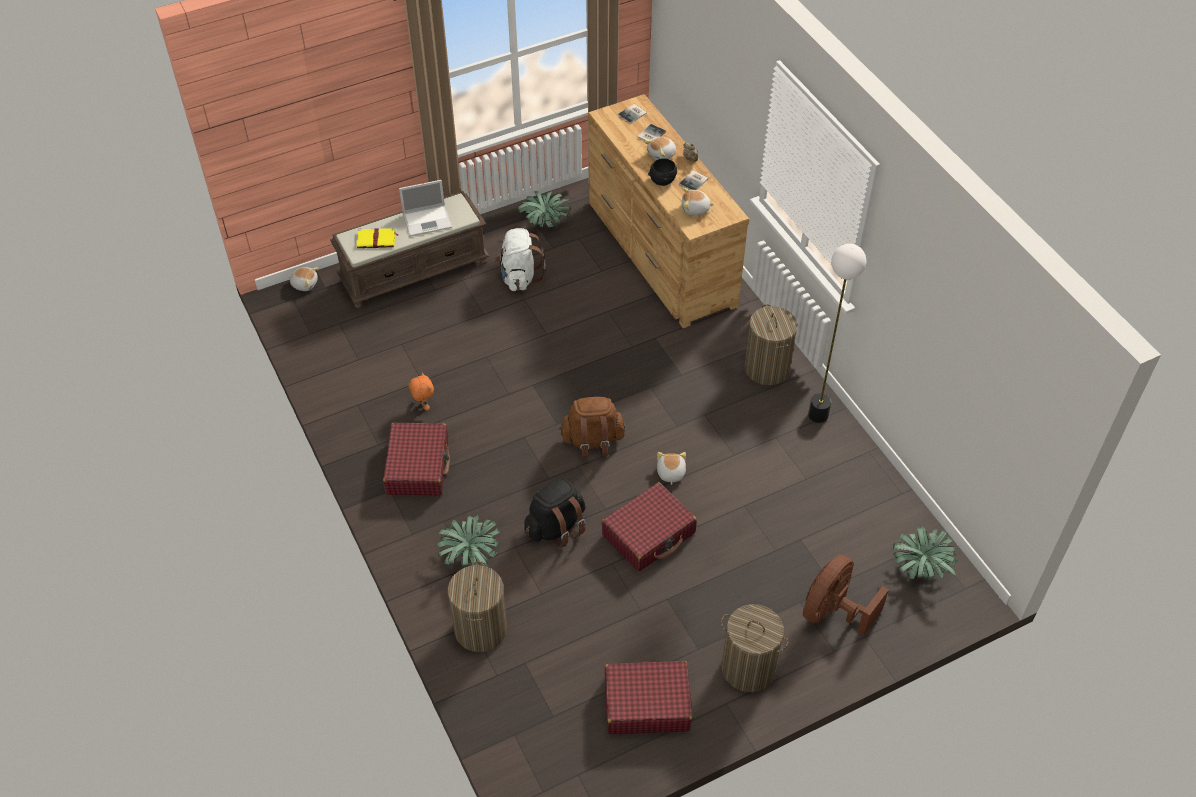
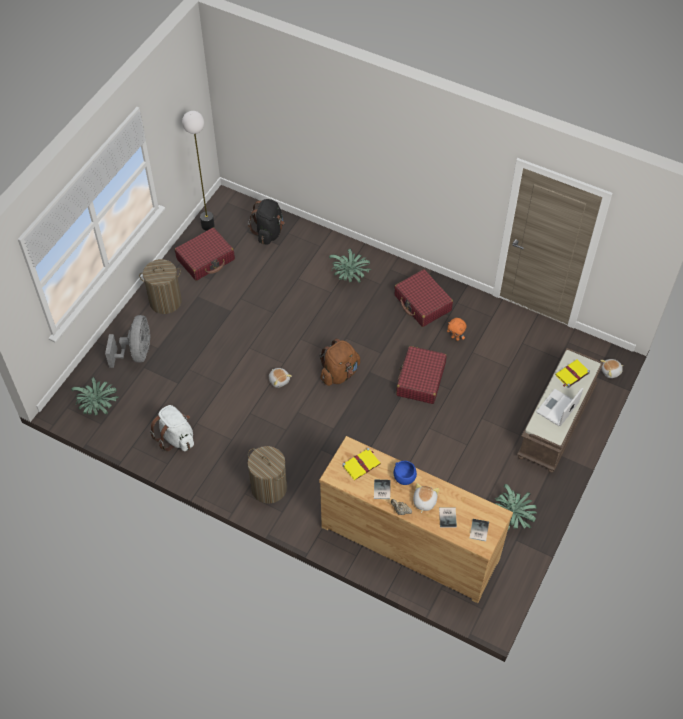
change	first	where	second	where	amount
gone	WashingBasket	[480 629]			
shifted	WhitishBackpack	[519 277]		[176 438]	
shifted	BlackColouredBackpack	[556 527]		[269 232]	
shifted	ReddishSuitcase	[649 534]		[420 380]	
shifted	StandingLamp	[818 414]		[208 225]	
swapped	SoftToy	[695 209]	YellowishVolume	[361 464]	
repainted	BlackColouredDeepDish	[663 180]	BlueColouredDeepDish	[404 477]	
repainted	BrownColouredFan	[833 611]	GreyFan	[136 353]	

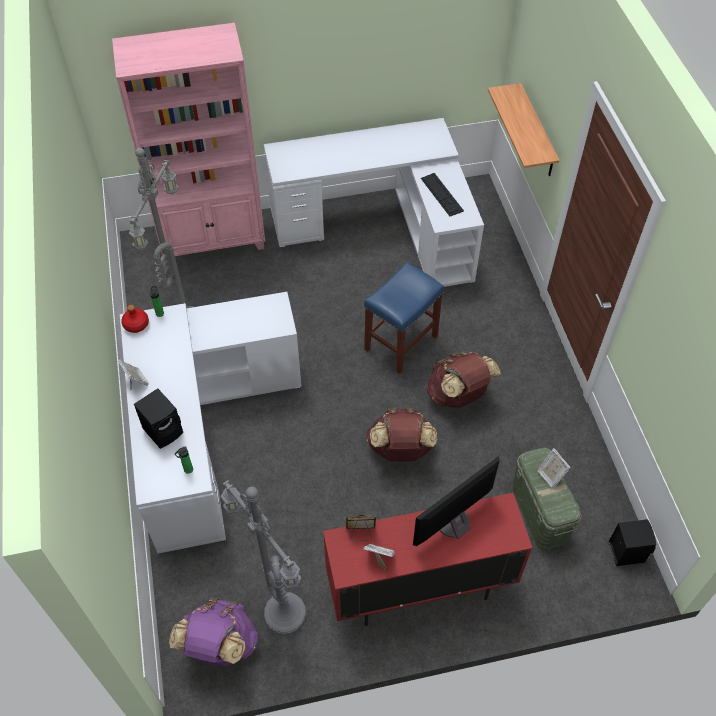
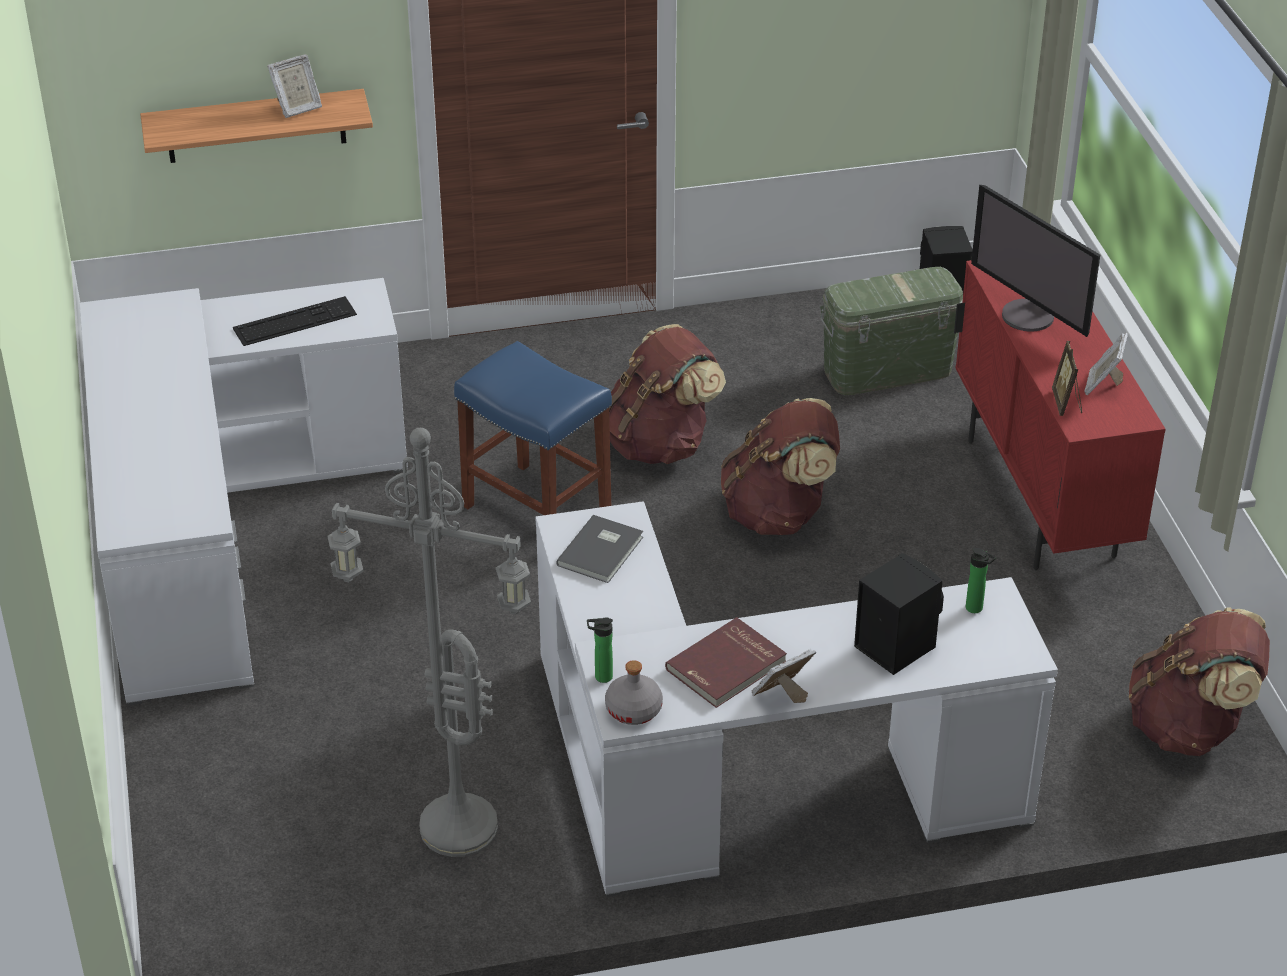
change	first	where	second	where	amount
gone	PinkBookcase	[213 240]			
gone	GreyStandingLamp	[281 614]			
new			GreyVolume	[603 551]	
new			ReddishVolume	[727 667]	
shifted	PhotoFrame	[550 475]		[297 108]	
repainted	ReddishDrinkBottle	[136 325]	GreyDrinkBottle	[634 709]	
repainted	PurpleColouredBackpack	[219 645]	BrownColouredBackpack	[1189 728]	

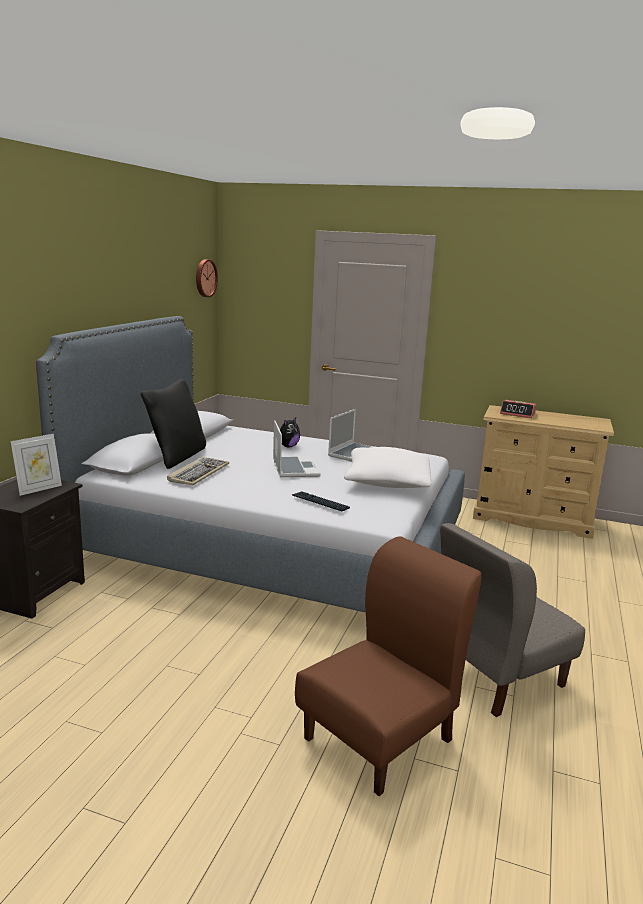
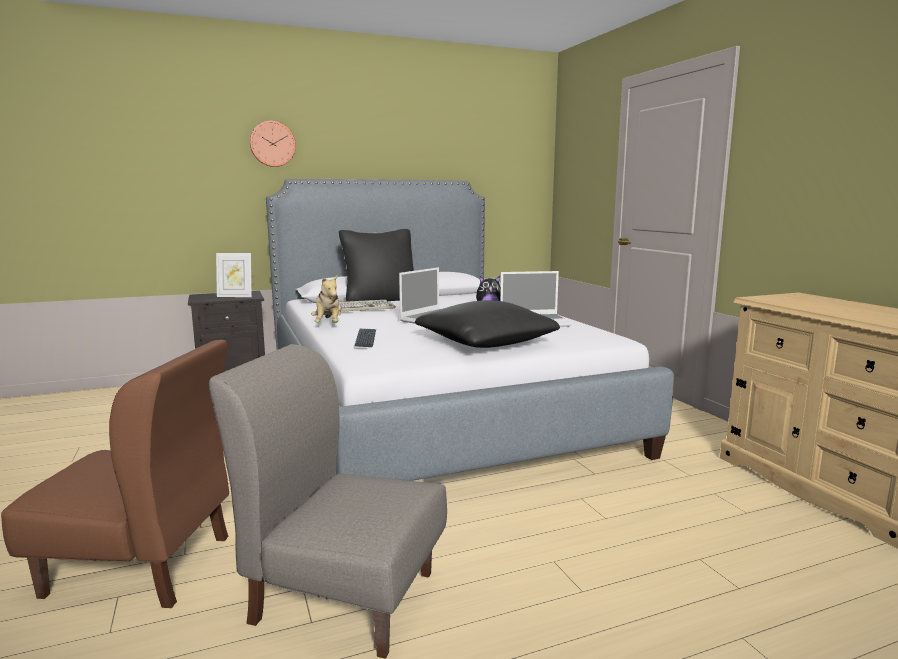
change	first	where	second	where	amount
gone	BedsideClock	[517 414]			
new			SoftToy	[328 325]	
shifted	HangingClock	[205 278]		[272 144]	
repainted	WhitishPillow	[387 482]	BlackColouredPillow	[485 343]	

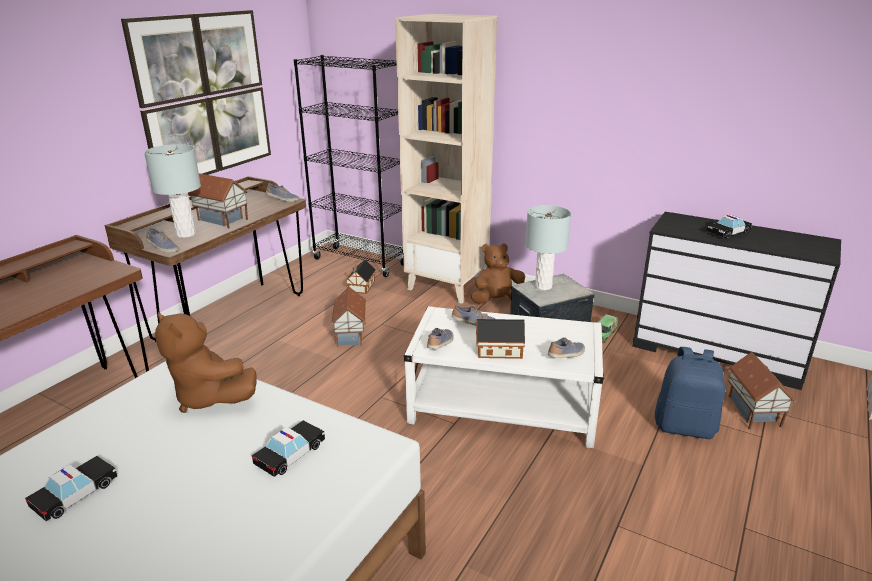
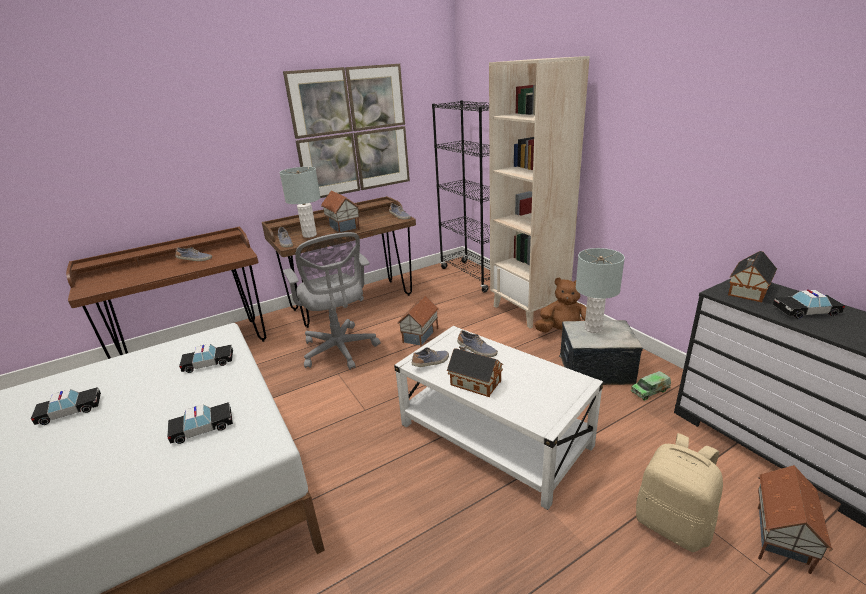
change	first	where	second	where	amount
new			GreyComputerChair	[340 351]	
shifted	MiniatureHouse	[361 287]		[747 291]	
shifted	Shoe	[566 355]		[194 260]	
swapped	BrownColouredSoftToy	[209 397]	ToyCar	[208 363]	
repainted	BlueColouredBackpack	[685 426]	BeigeBackpack	[672 524]	

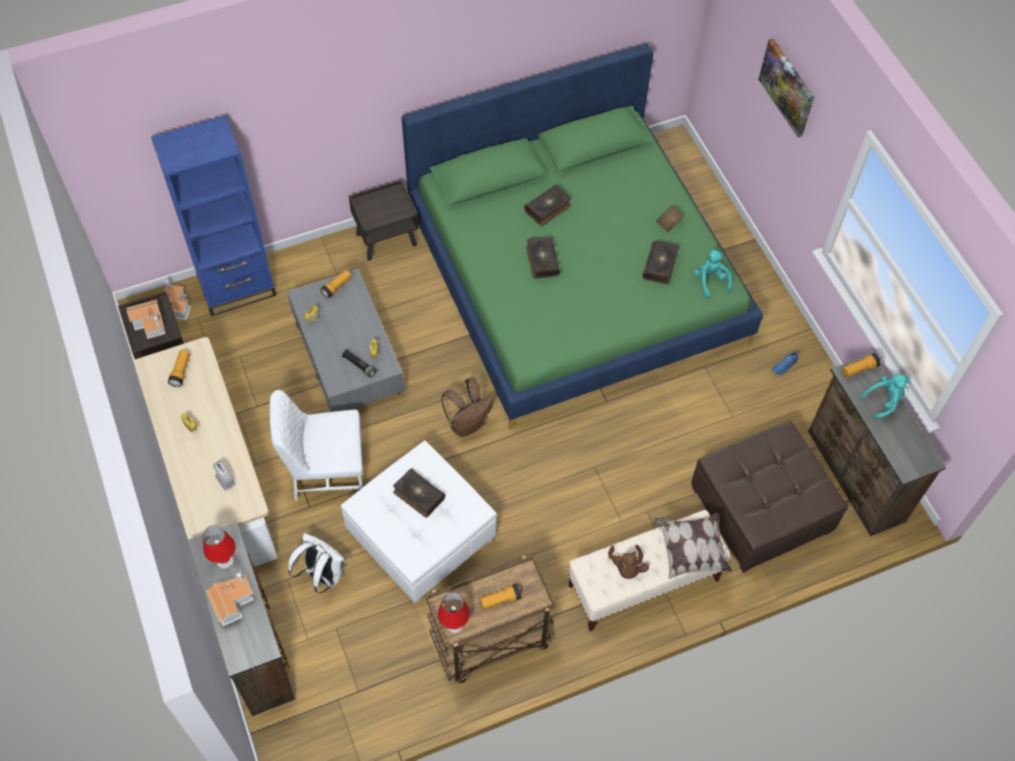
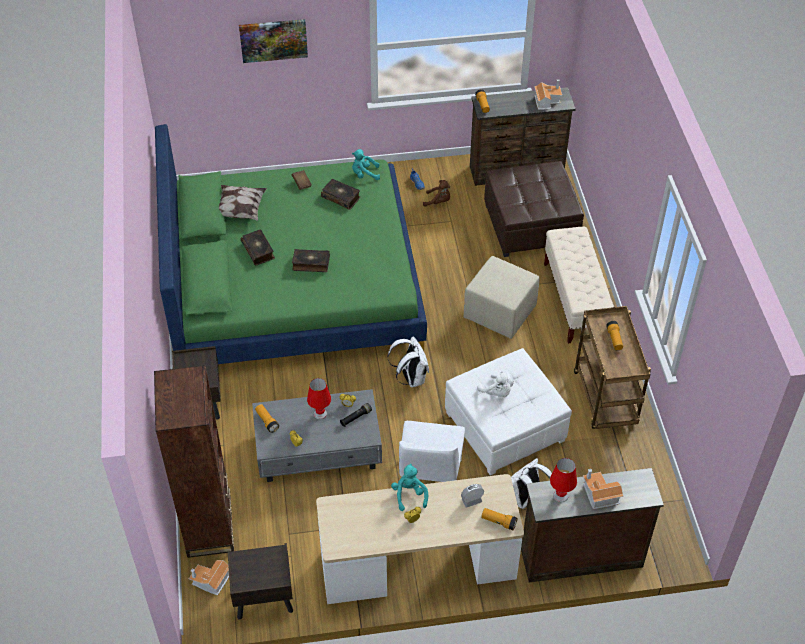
change	first	where	second	where	amount
new			BeigePouffe	[500 313]	
shifted	MiniatureHouse	[151 323]		[546 100]	
shifted	HandTorch	[181 372]		[498 522]	
shifted	ReddishTabletopLamp	[454 625]		[320 413]	
shifted	BrownColouredSoftToy	[627 567]		[438 201]	
shifted	Pillow	[690 550]		[239 210]	
shifted	TurquoiseSoftToy	[884 401]		[409 495]	
swapped	Volume	[418 495]	WhitishSoftToy	[497 392]	
repainted	BlueColouredBookcase	[237 288]	BrownColouredBookcase	[209 526]	
repainted	BrownColouredBackpack	[468 424]	WhitishBackpack	[411 378]	

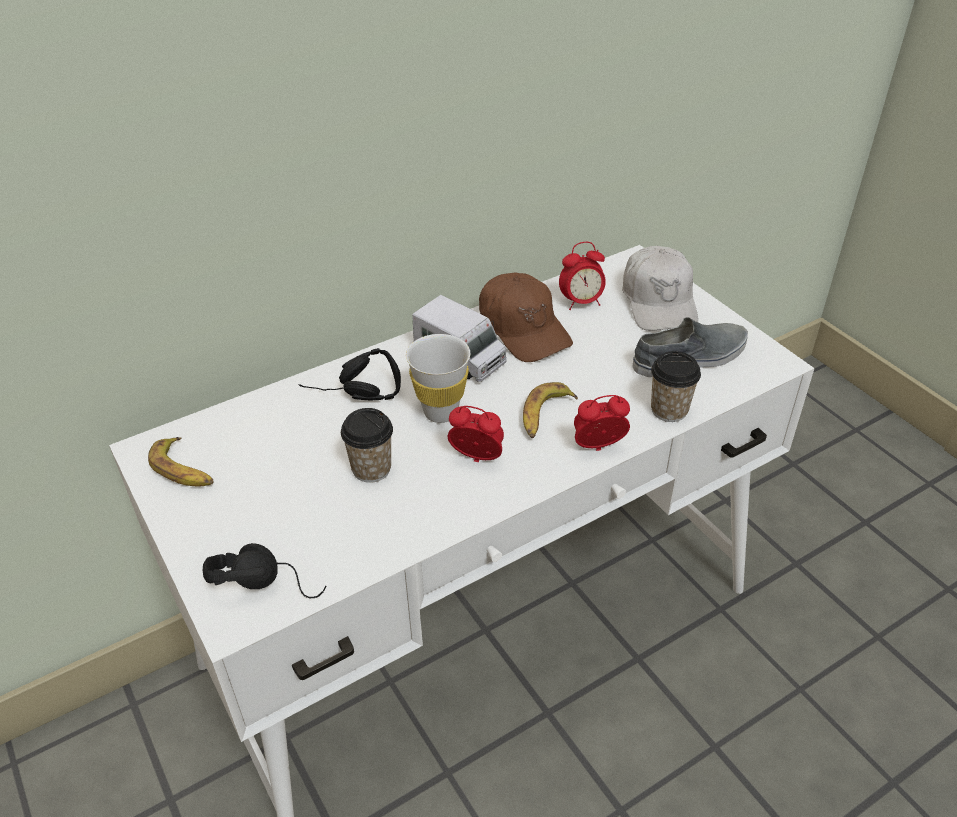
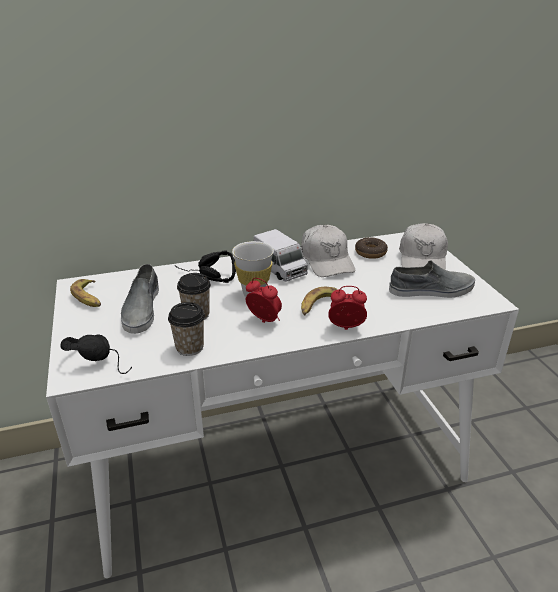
change	first	where	second	where	amount
new			GreyShoe	[141 309]	
shifted	Cup	[669 410]		[189 347]	
swapped	BedsideClock	[581 302]	RingDoughnut	[370 252]	
repainted	BrownColouredPeakedCap	[523 329]	WhitishPeakedCap	[327 260]	

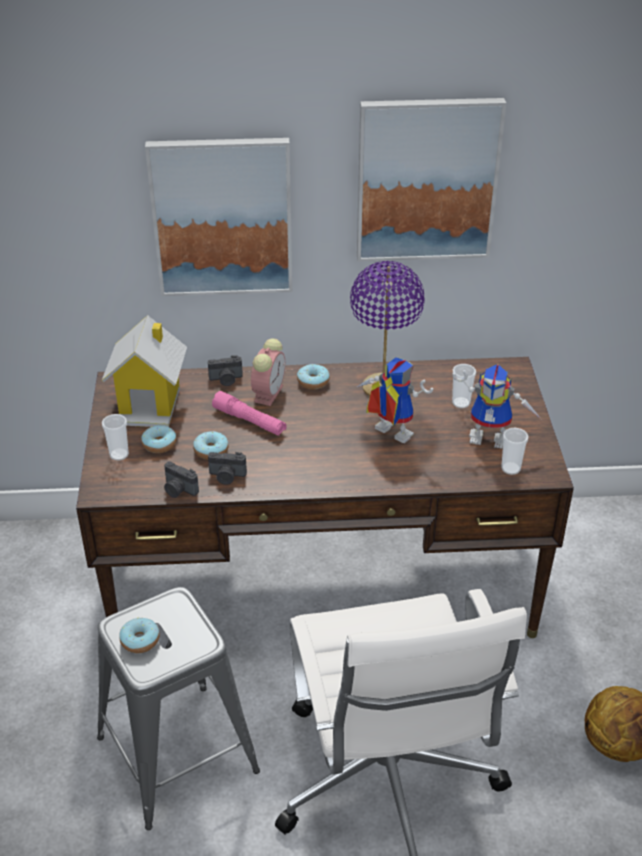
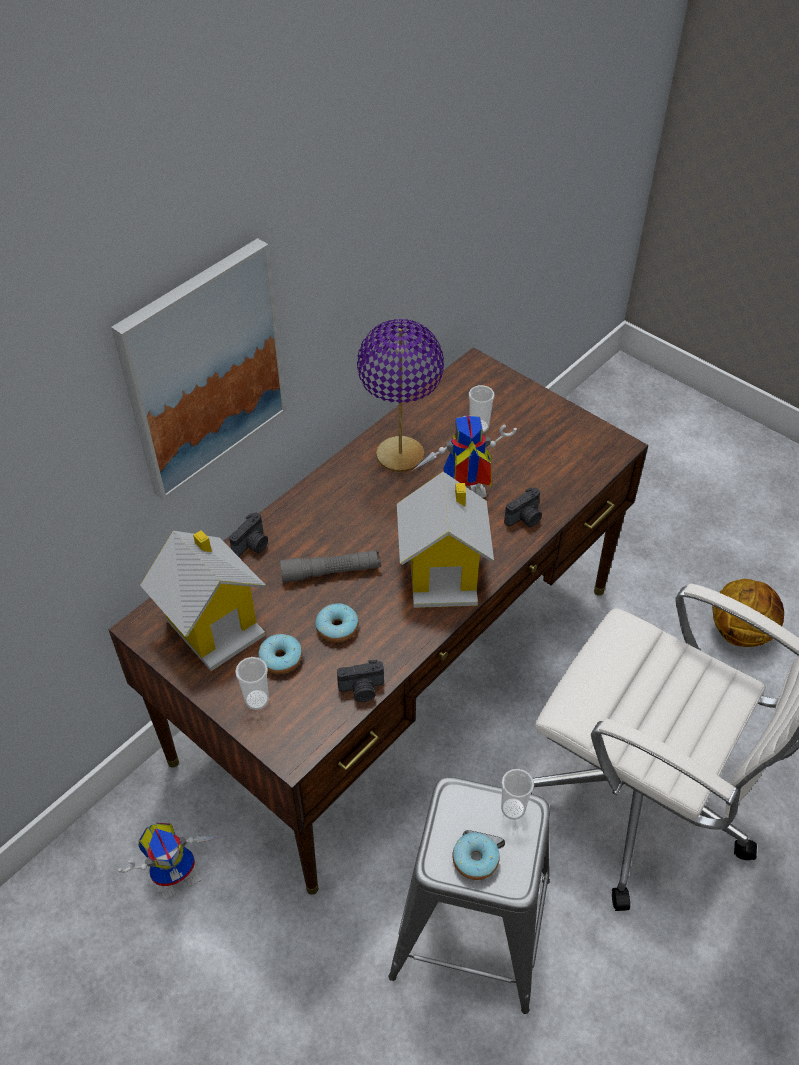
change	first	where	second	where	amount
gone	BedsideClock	[268 392]			
gone	RingDoughnut	[313 382]			
gone	Picture	[427 180]			
new			MiniatureHouse	[443 571]	
shifted	PhotoCamera	[227 476]		[525 518]	
shifted	ToyRobot	[492 436]		[179 874]	
shifted	Cup	[510 468]		[513 809]	
repainted	PinkHandTorch	[249 421]	GreyHandTorch	[331 572]	

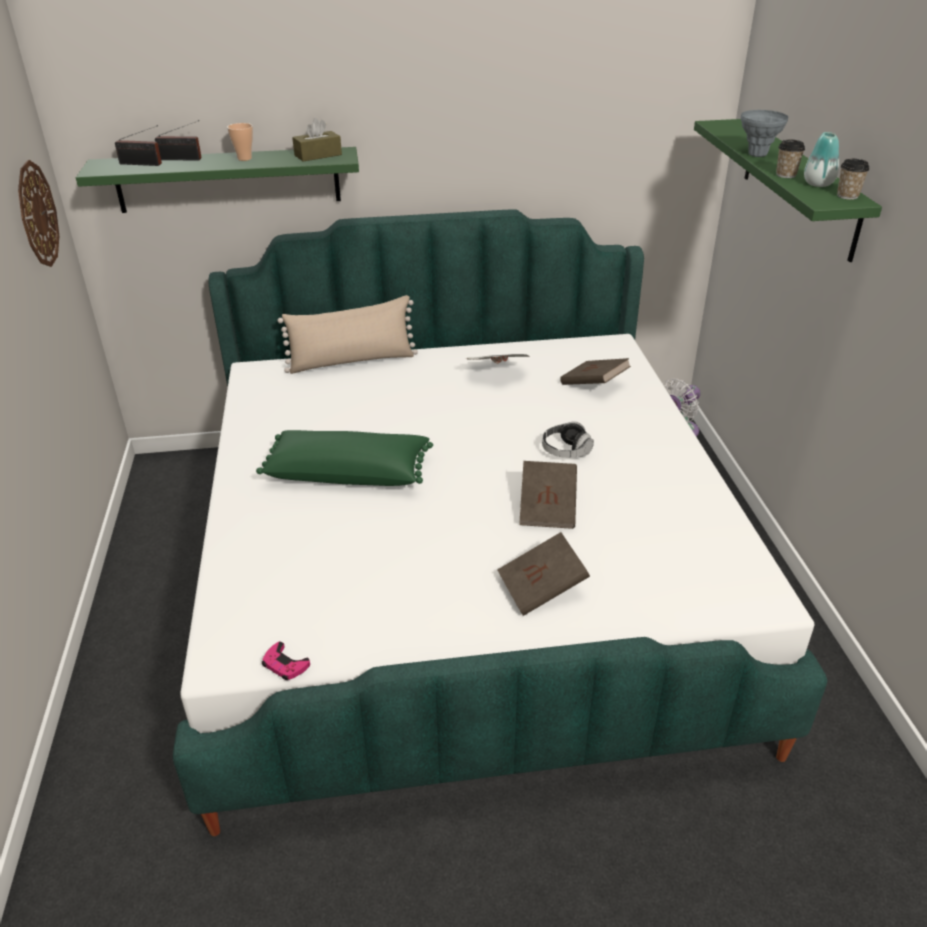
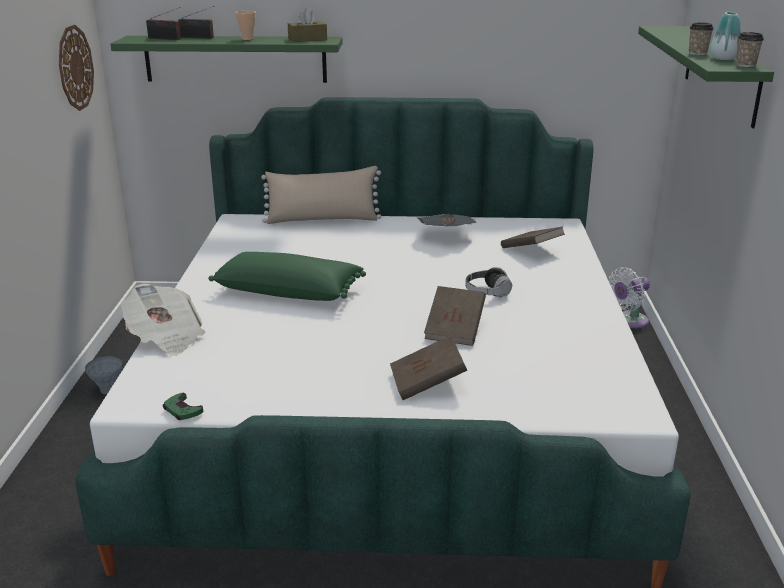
change	first	where	second	where	amount
new			DailyPaper	[166 338]	
shifted	GreyDecorativeVase	[757 154]		[108 391]	
repainted	PinkJoypad	[285 665]	GreenColouredJoypad	[182 410]	

